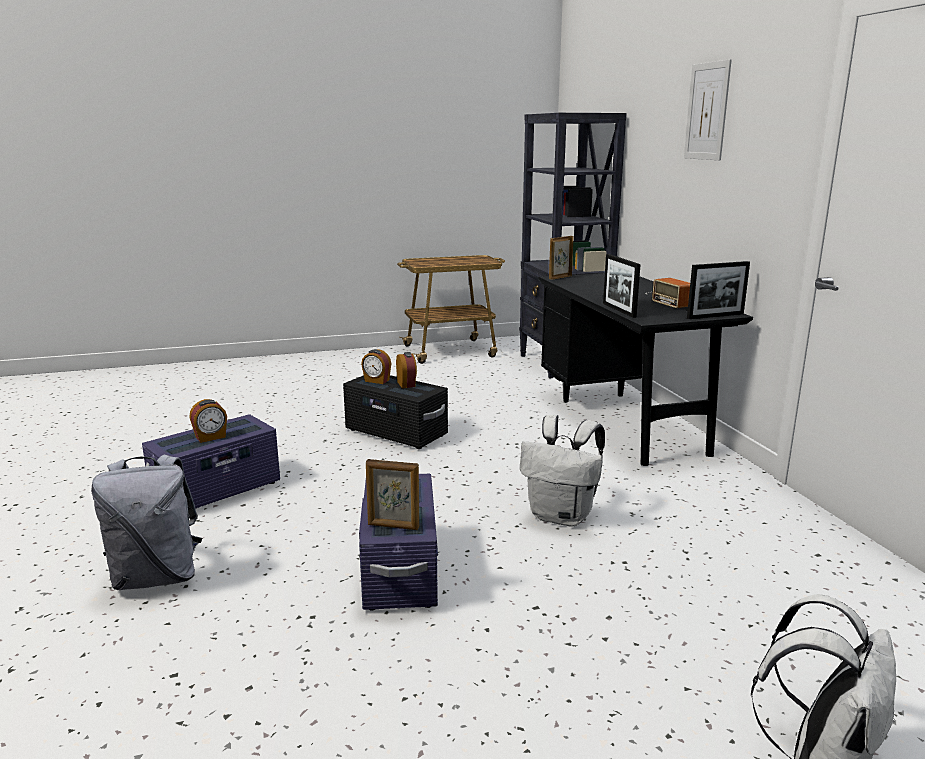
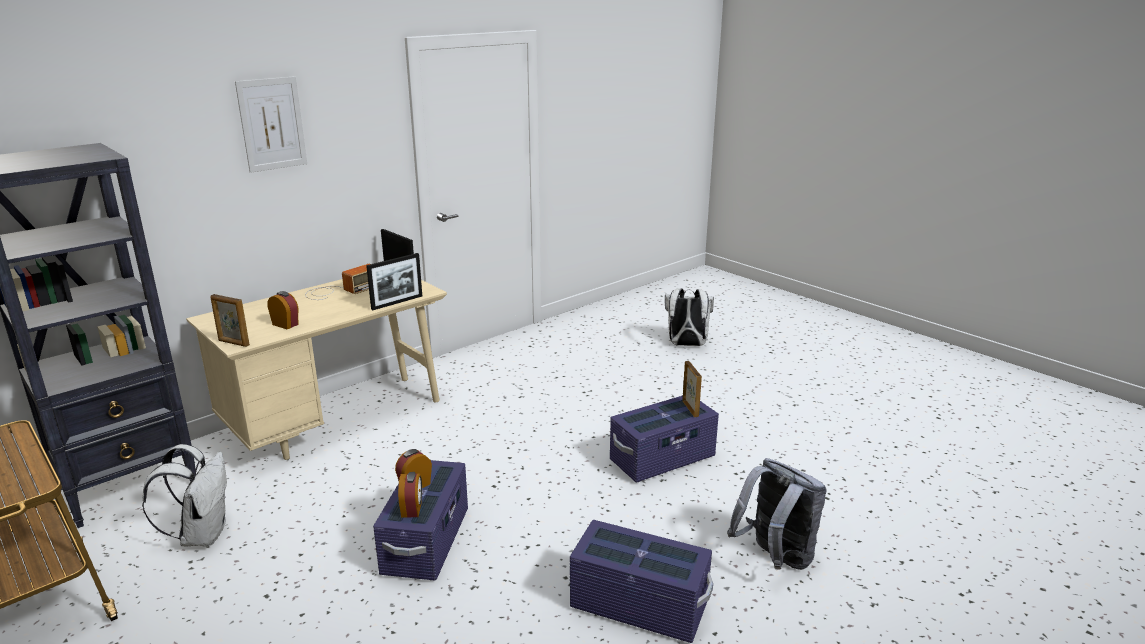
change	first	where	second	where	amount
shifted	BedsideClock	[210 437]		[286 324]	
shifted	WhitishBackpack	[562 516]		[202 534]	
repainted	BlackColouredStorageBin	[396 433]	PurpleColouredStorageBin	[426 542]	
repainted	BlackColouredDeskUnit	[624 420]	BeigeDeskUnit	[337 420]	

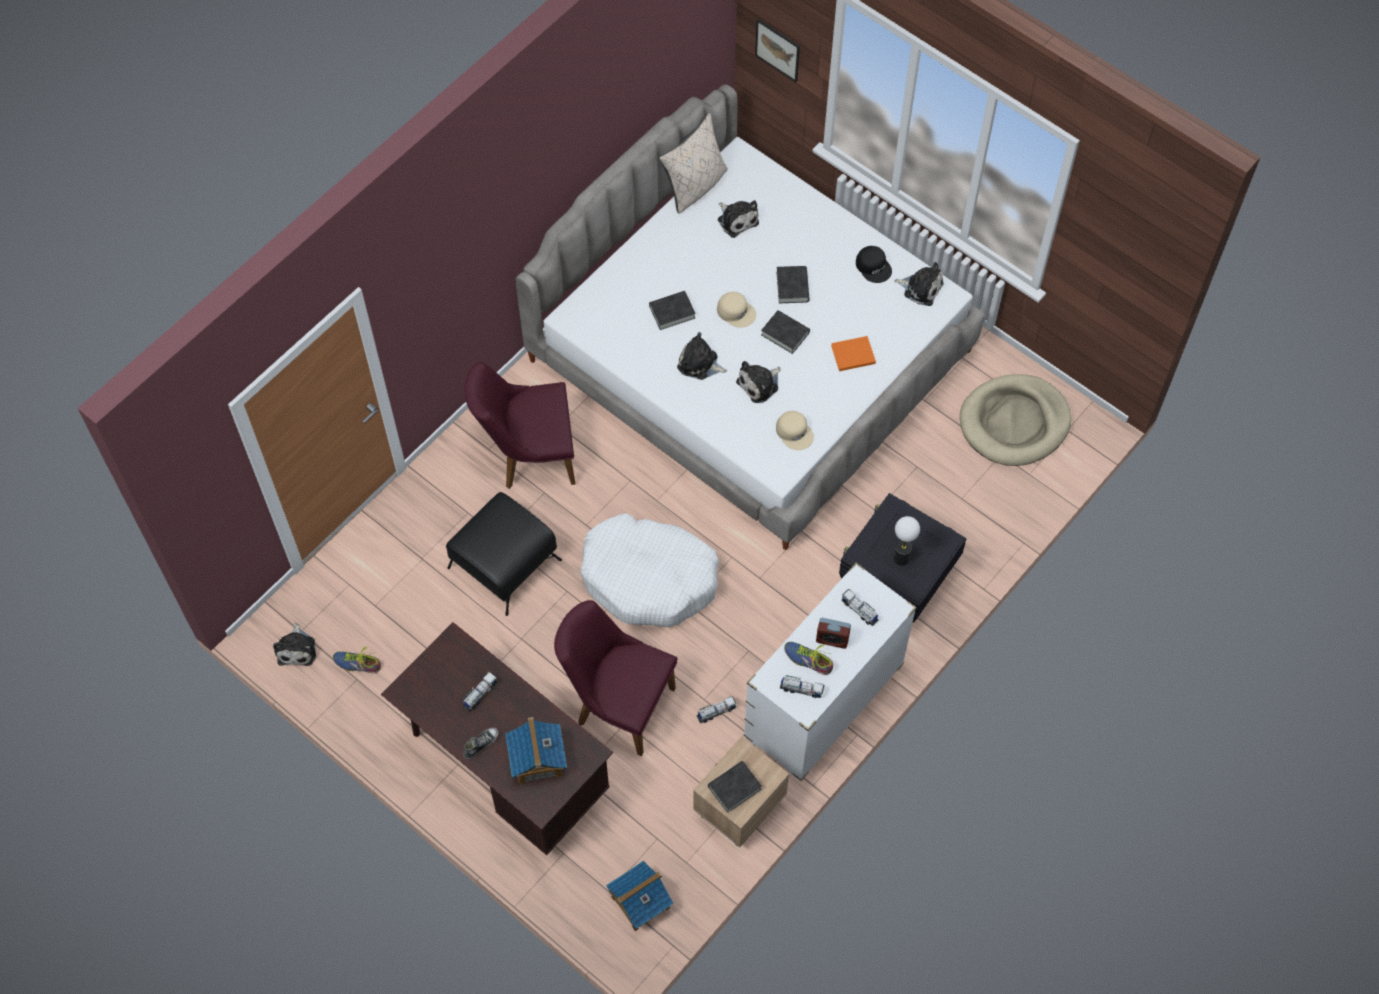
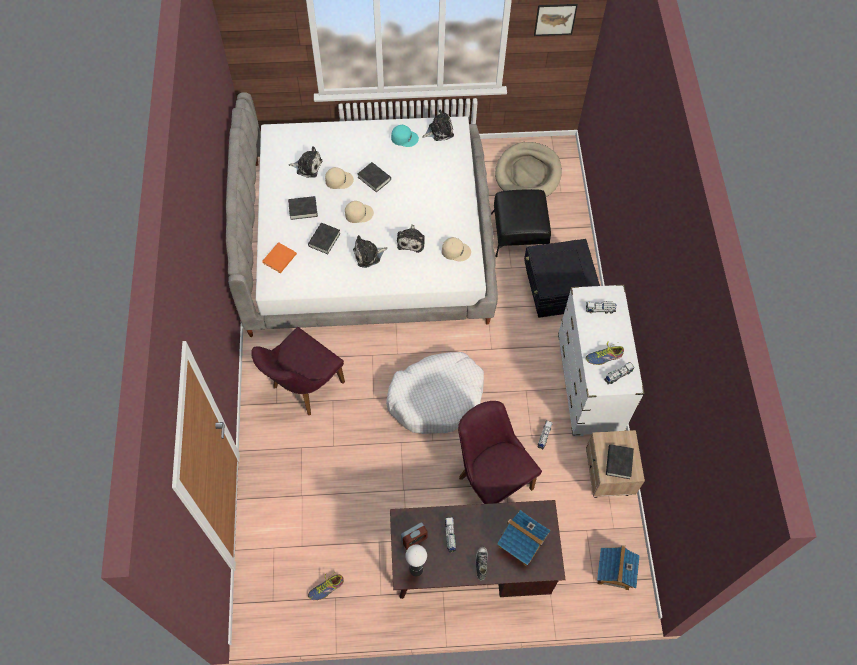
change	first	where	second	where	amount
gone	SoftToy	[297 649]			
gone	BeigePillow	[695 186]			
new			BeigePeakedCap	[338 180]	
shifted	BlackColouredPouffe	[505 563]		[519 233]	
shifted	Picture	[777 50]		[555 19]	
shifted	BlackColouredVolume	[785 334]		[303 209]	
shifted	BedsideClock	[832 639]		[414 539]	
shifted	OrangeVolume	[851 355]		[279 259]	
shifted	TabletopLamp	[901 558]		[416 569]	
repainted	BlackColouredPeakedCap	[874 266]	TurquoisePeakedCap	[404 137]	
rotated	PurpleColouredPlainChair	[617 703]		[490 478]	75 degrees clockwise

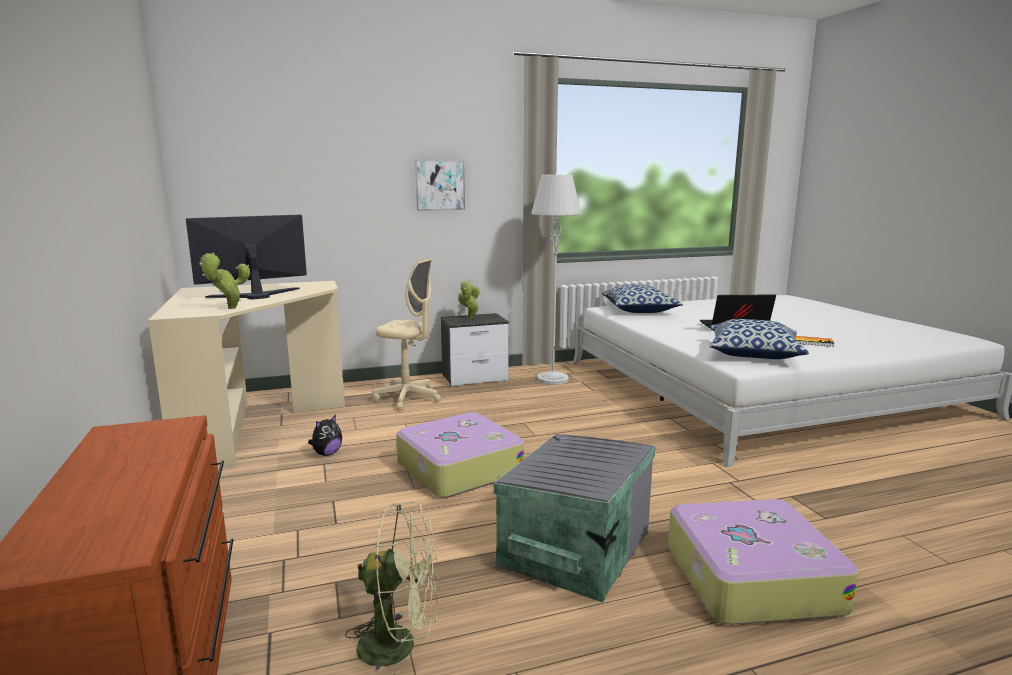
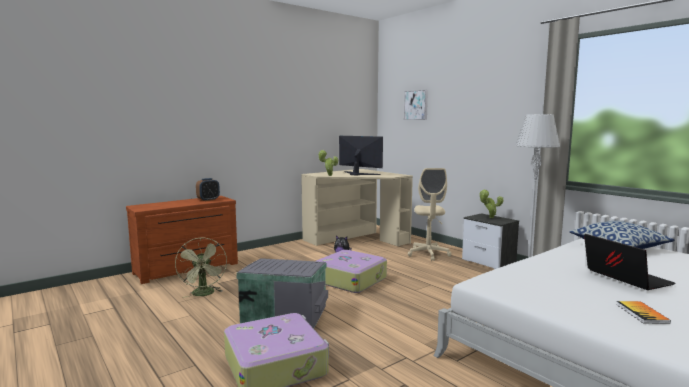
change	first	where	second	where	amount
gone	Pillow	[753 354]			
new			BedsideClock	[208 200]	
shifted	Picture	[439 185]		[416 105]	

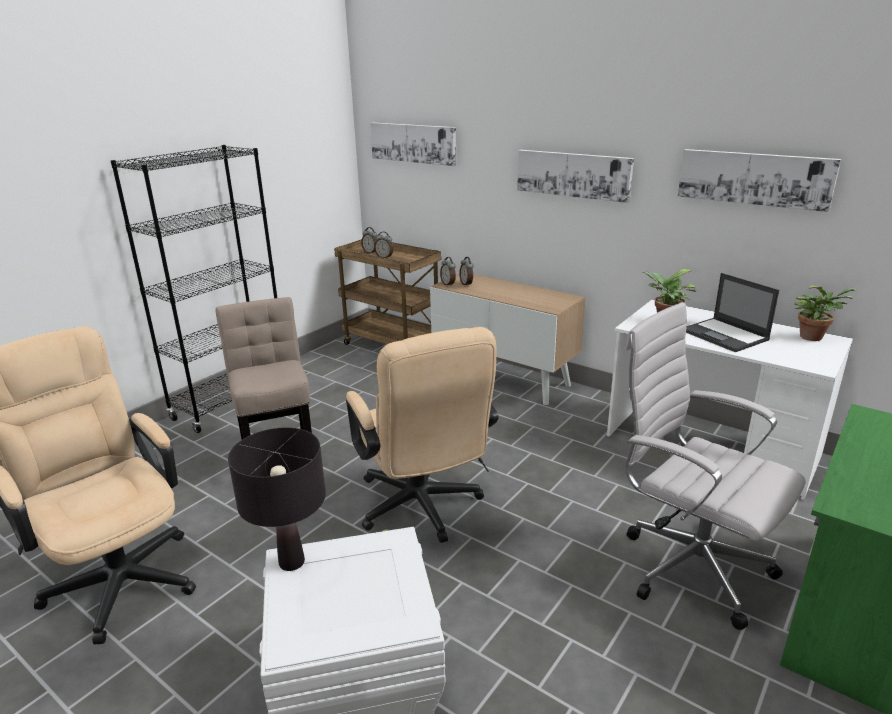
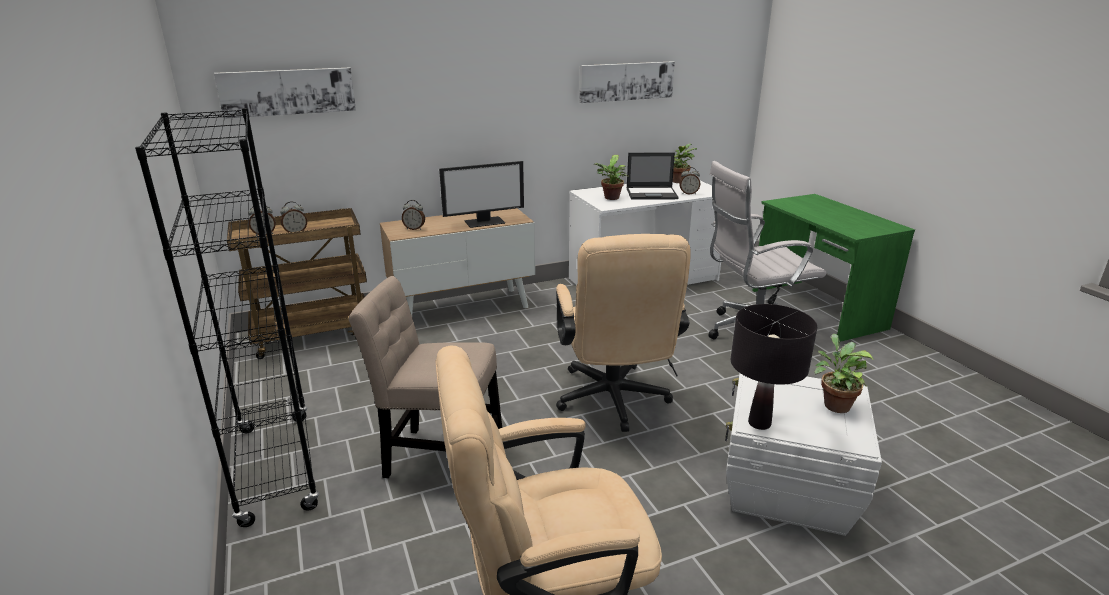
change	first	where	second	where	amount
gone	Picture	[573 174]			
new			Monitor	[485 222]	
new			PottedPlant	[834 404]	
shifted	BedsideClock	[448 284]		[688 193]	
rotated	BeigeComputerChair	[422 509]		[613 403]	75 degrees clockwise

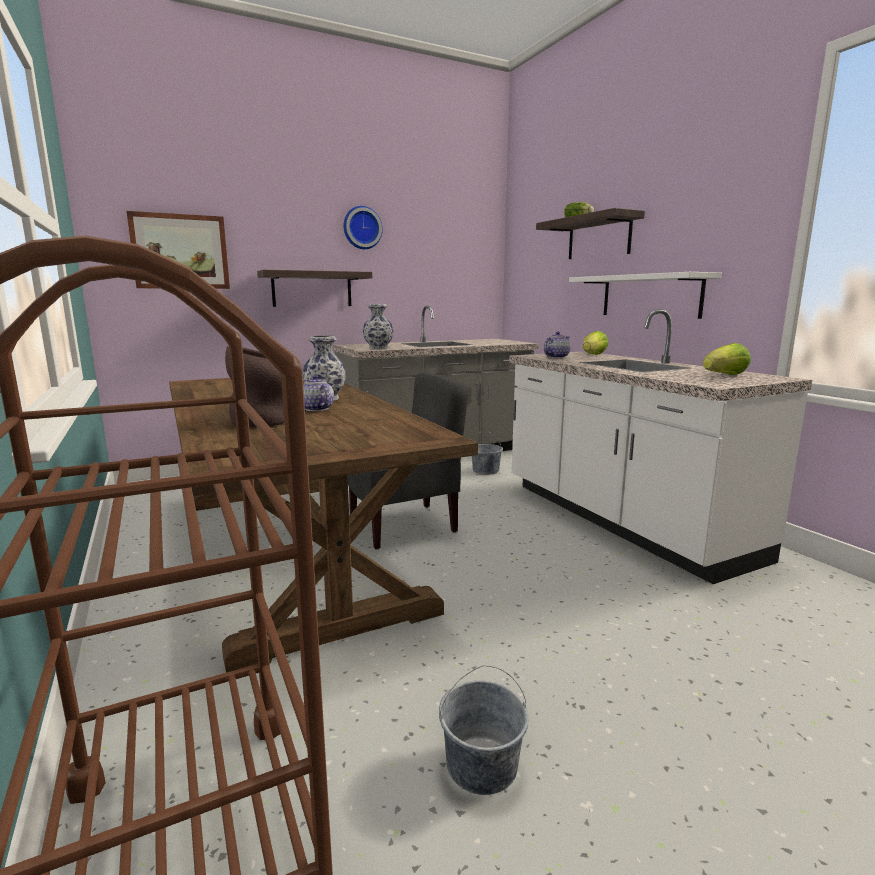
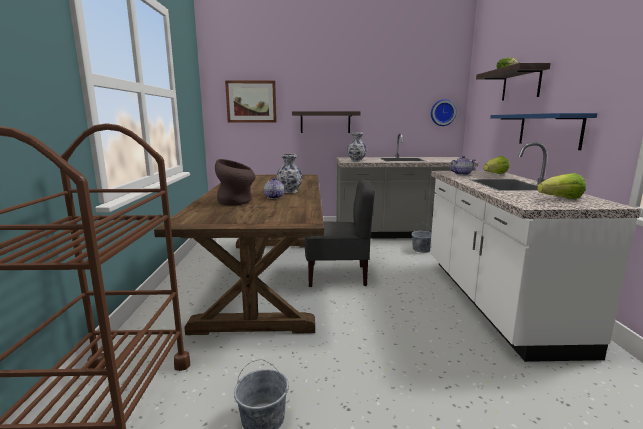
change	first	where	second	where	amount
shifted	HangingClock	[361 228]		[442 112]	
repainted	WhitishWallShelf	[650 296]	BlueColouredWallShelf	[549 130]	

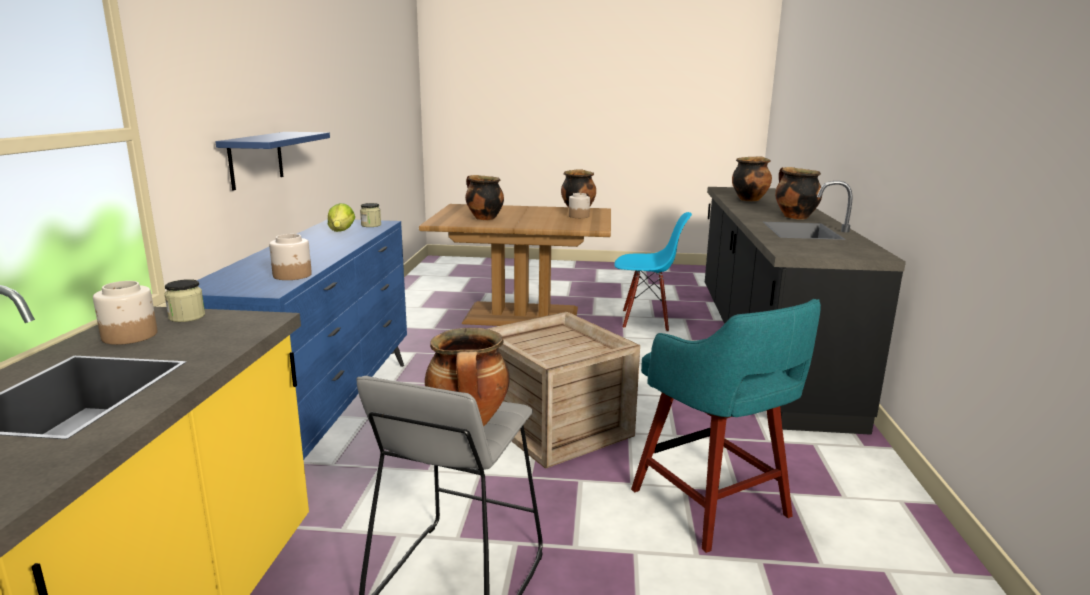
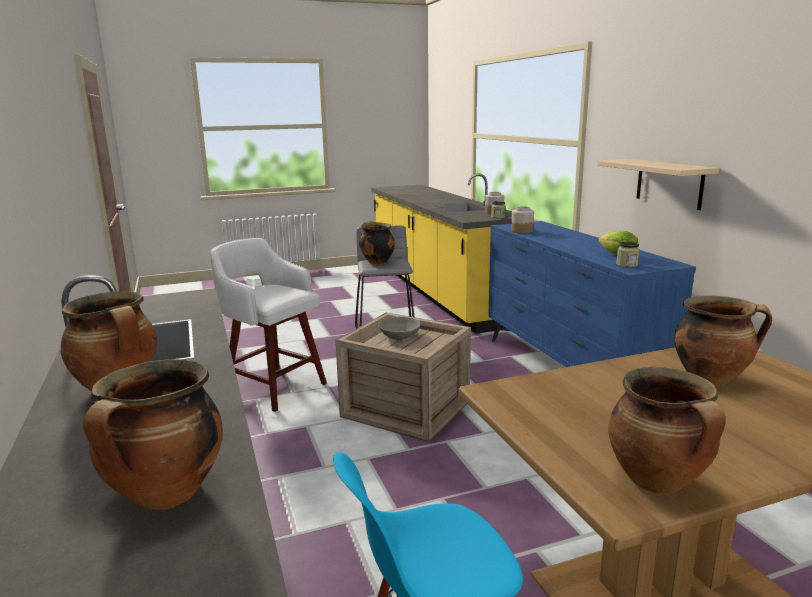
change	first	where	second	where	amount
gone	PreserveJar	[579 216]			
new			GreyDeepDish	[399 335]	
repainted	BlueColouredWallShelf	[256 159]	BeigeWallShelf	[669 183]	
repainted	TurquoiseSittingStool	[712 505]	WhitishSittingStool	[273 387]	

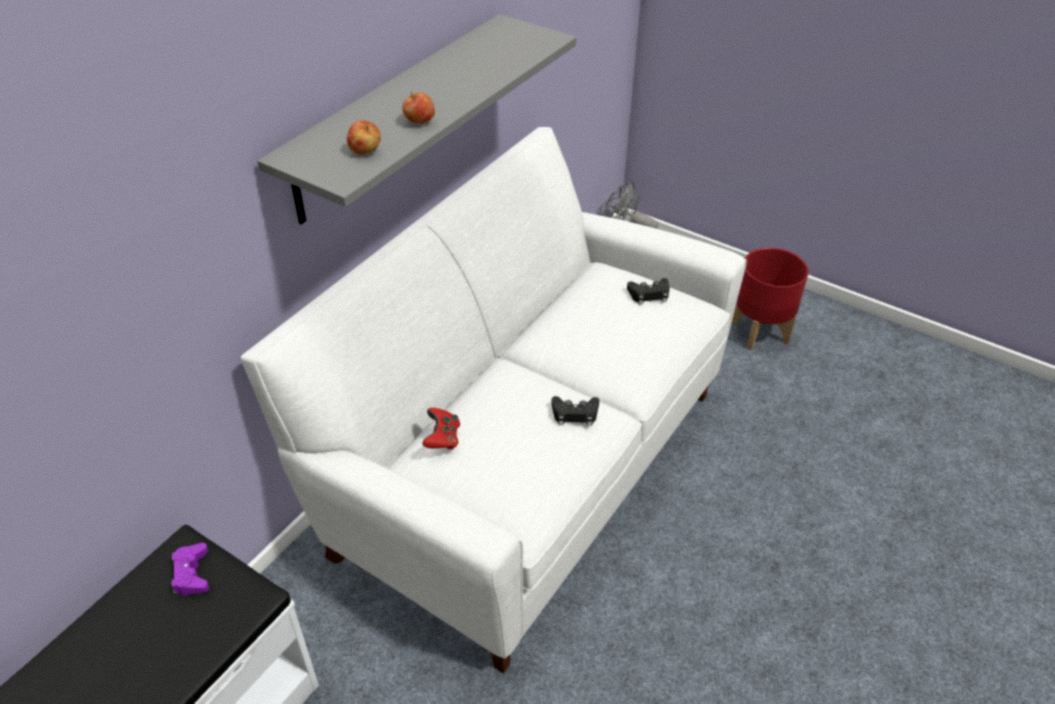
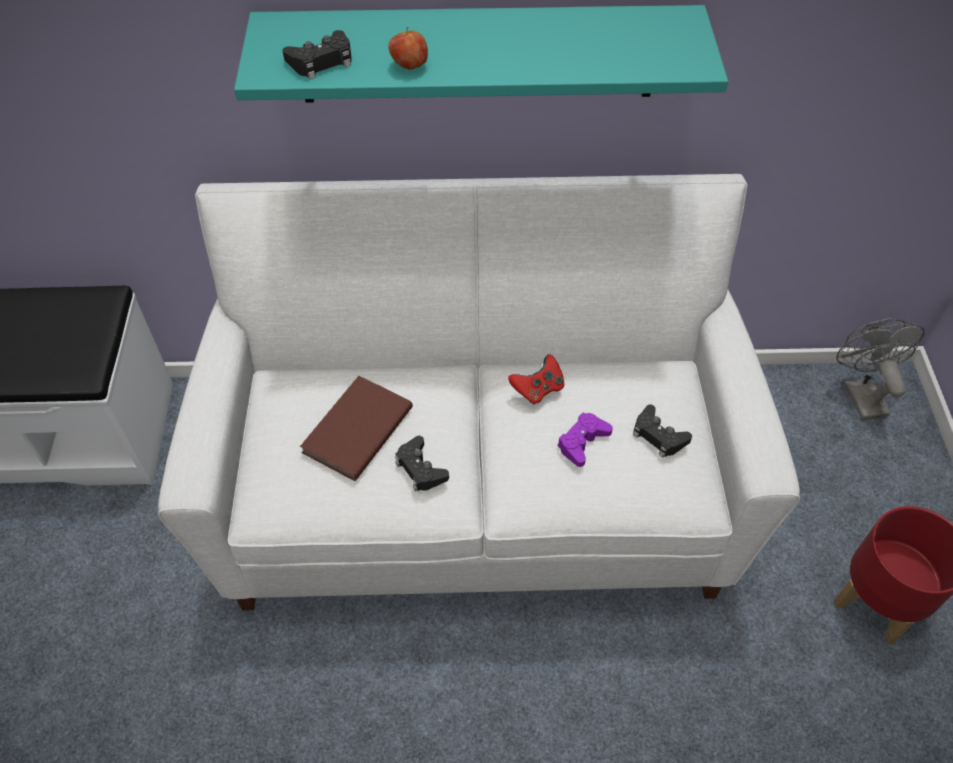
change	first	where	second	where	amount
new			BrownColouredVolume	[355 430]	
shifted	PurpleColouredJoypad	[191 574]		[582 442]	
shifted	ReddishJoypad	[442 438]		[538 389]	
swapped	Apple	[365 152]	BlackColouredJoypad	[321 61]	
repainted	GreyWallShelf	[396 117]	TurquoiseWallShelf	[478 54]	

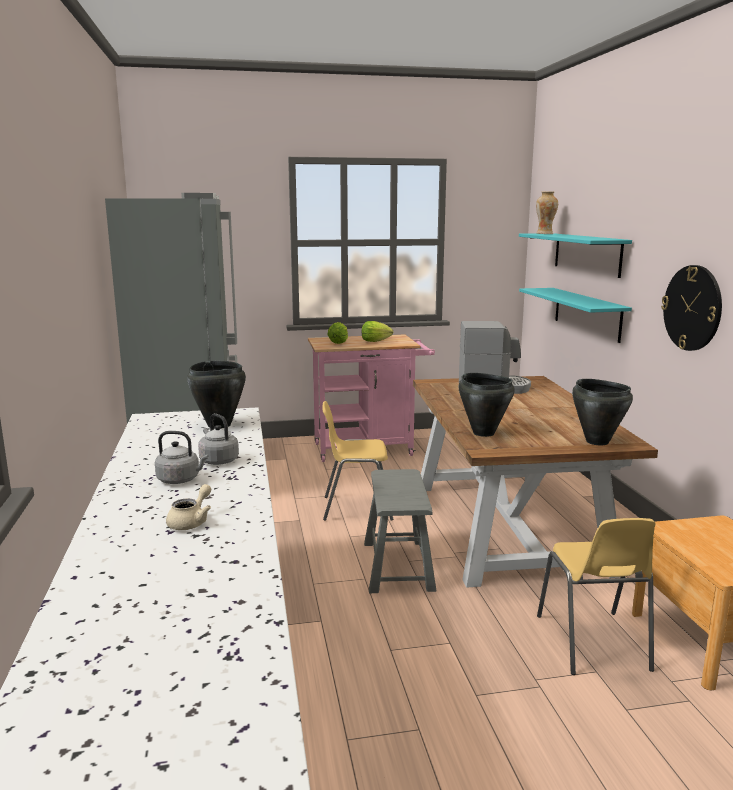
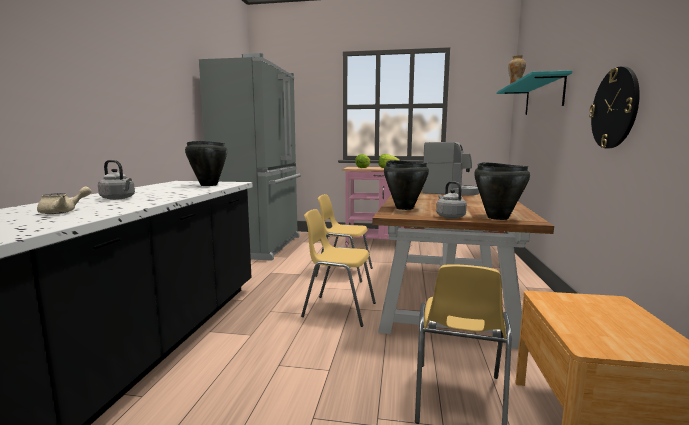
change	first	where	second	where	amount
gone	TurquoiseWallShelf	[586 313]			
shifted	GreyWaterKettle	[218 460]		[449 216]	
swapped	GreySittingStool	[397 566]	YellowishPlainChair	[338 310]	

